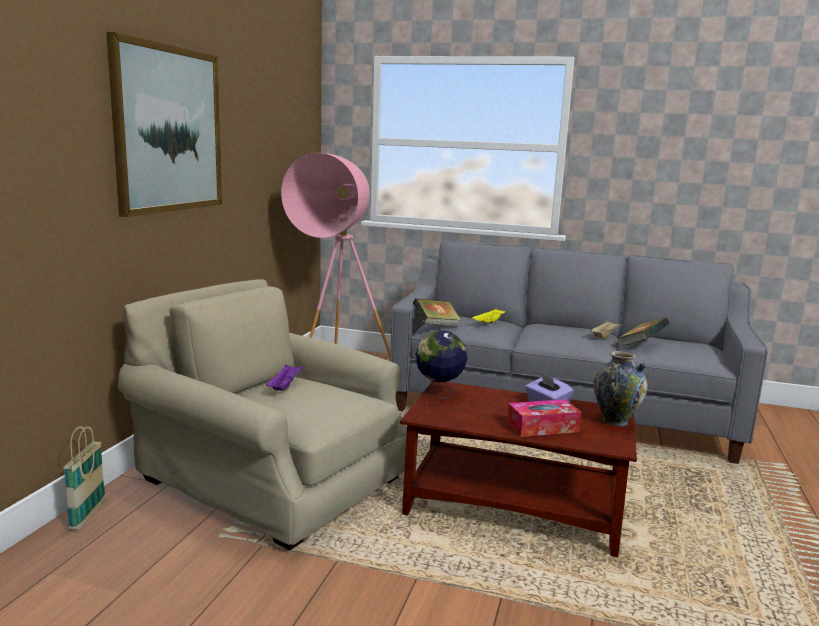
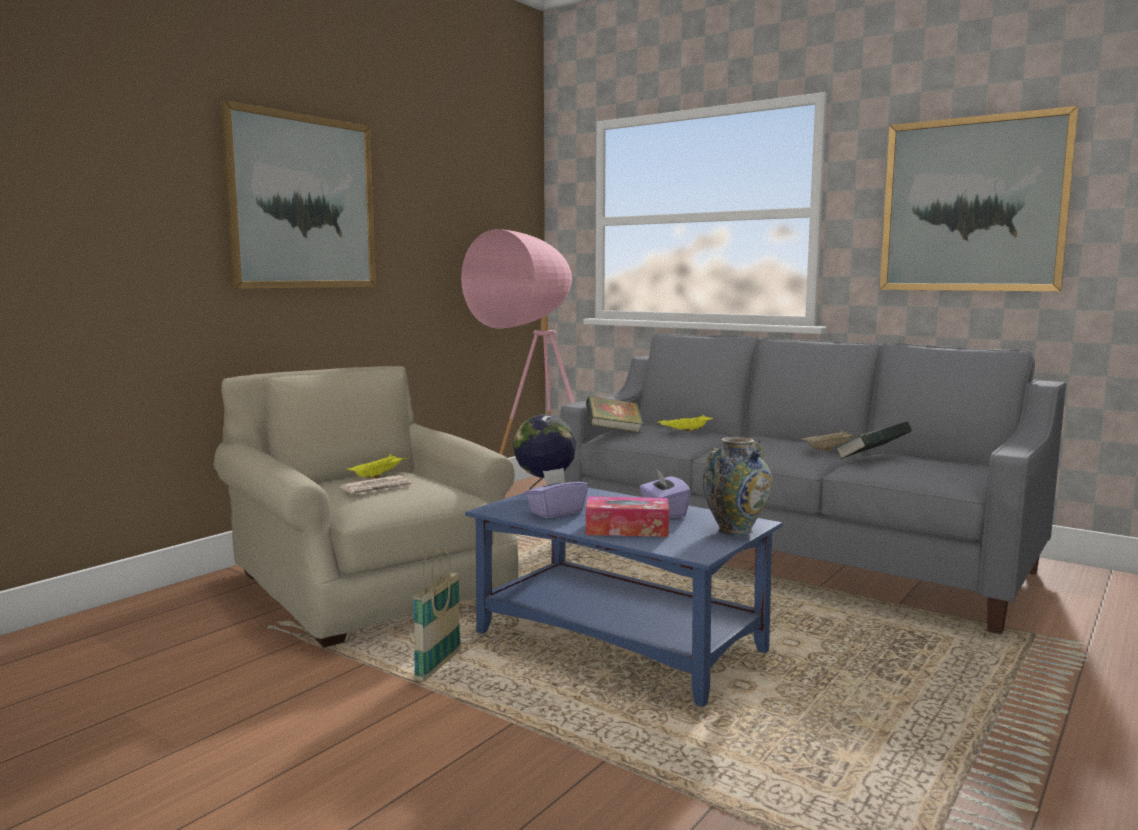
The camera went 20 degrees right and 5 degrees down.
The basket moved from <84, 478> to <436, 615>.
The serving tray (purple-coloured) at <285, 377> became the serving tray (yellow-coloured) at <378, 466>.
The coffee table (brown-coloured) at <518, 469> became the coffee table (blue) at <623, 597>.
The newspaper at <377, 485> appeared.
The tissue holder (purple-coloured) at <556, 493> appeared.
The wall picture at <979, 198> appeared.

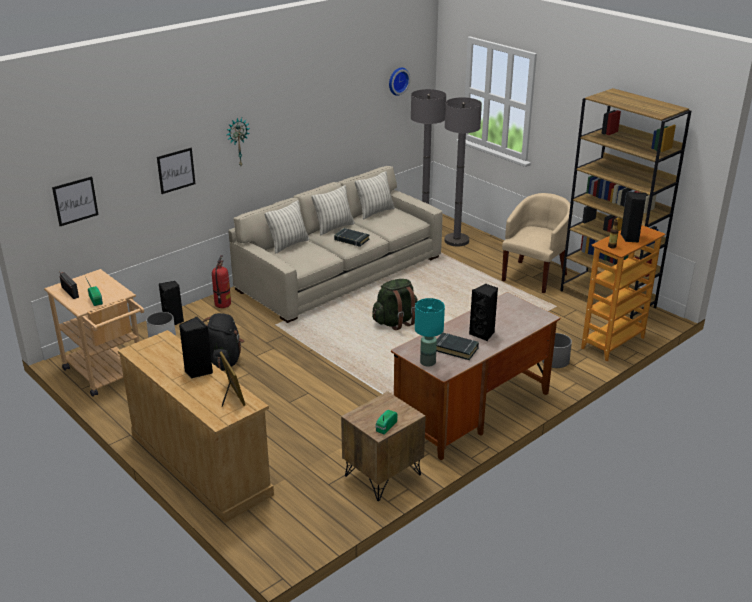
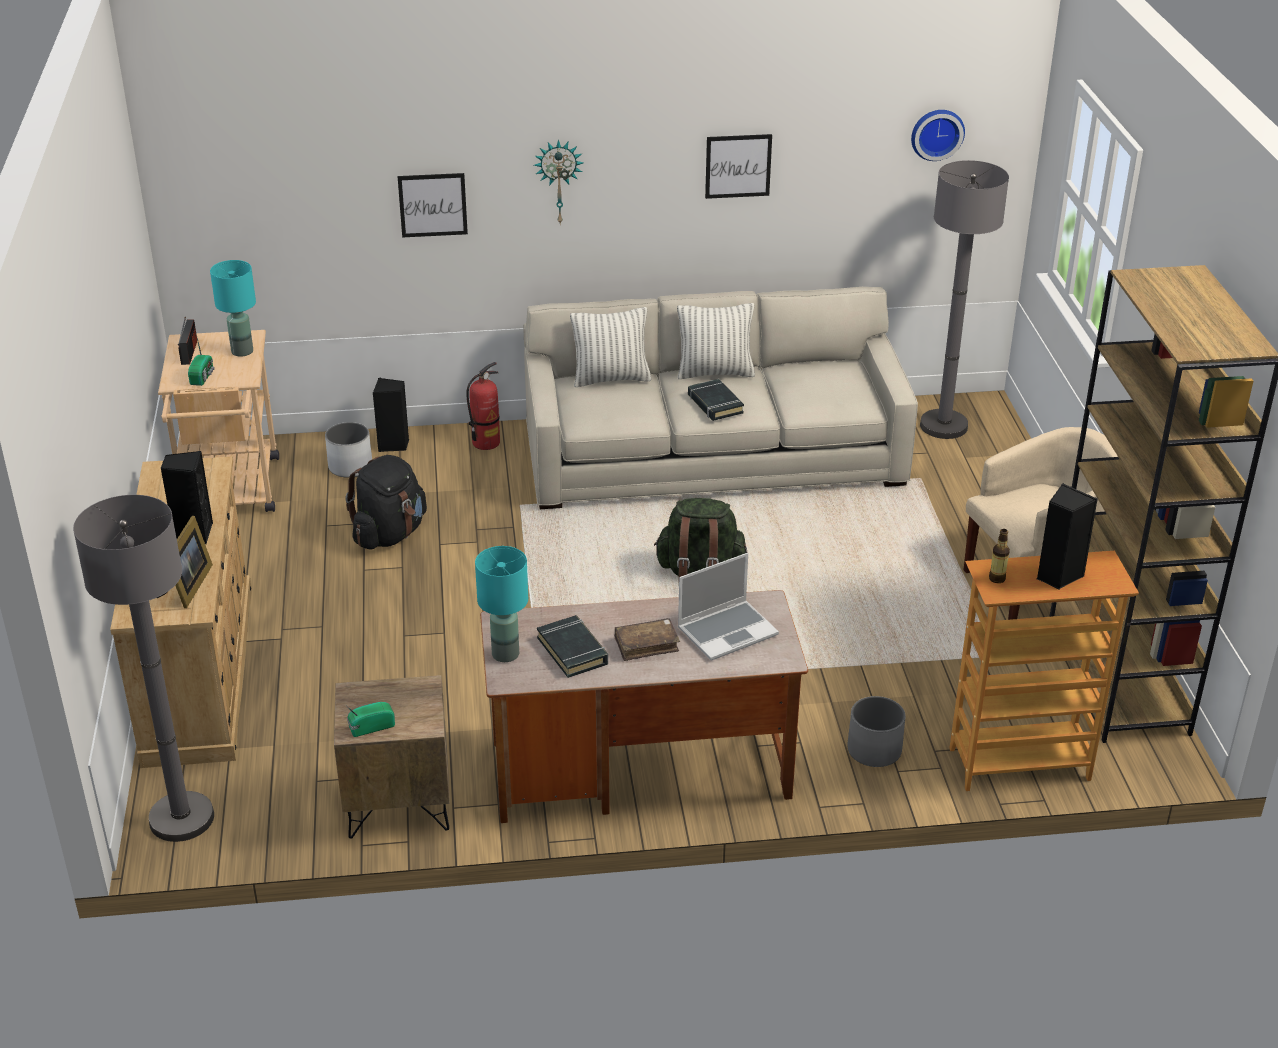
The camera went 35 degrees right and 5 degrees up.
The wall picture moved from <75, 201> to <738, 166>.
The throw pillow at <375, 195> disappeared.
The standing lamp (greyish) moved from <463, 171> to <143, 668>.
The speaker (blackish) at <483, 313> was replaced by the bound book (brown-coloured) at <647, 639>.
The tabletop lamp (blue-green) at <233, 308> appeared.
The laptop at <728, 607> appeared.

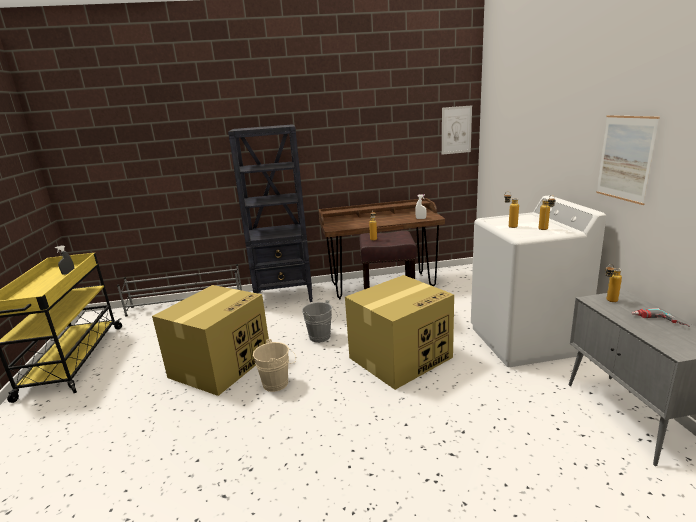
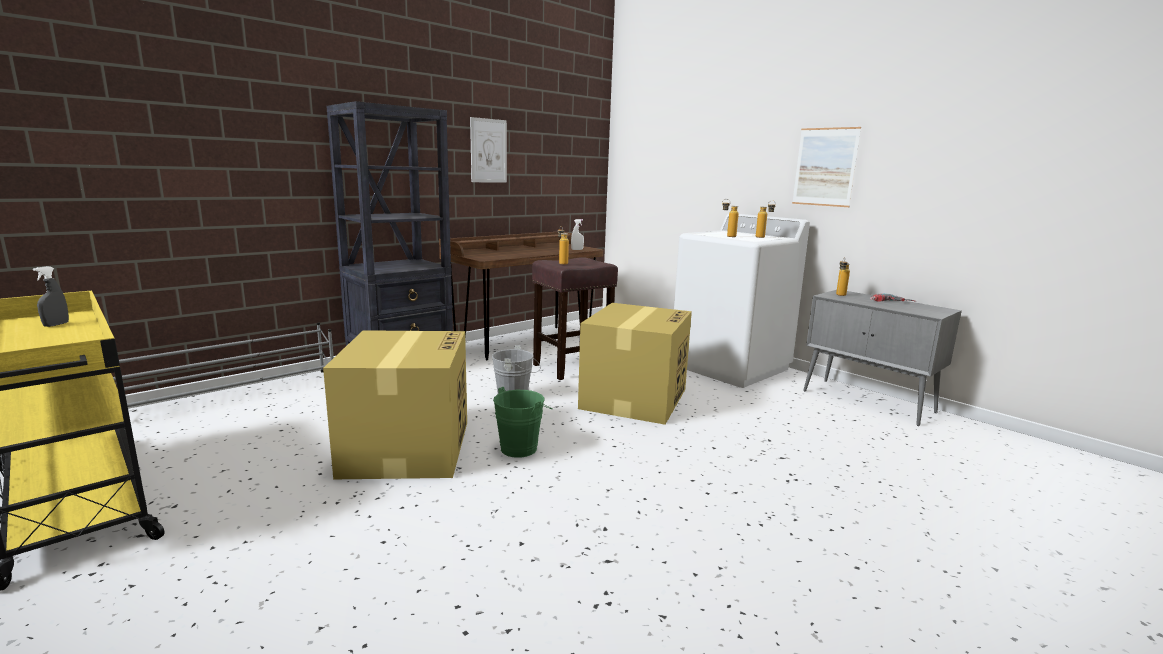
The camera went 35 degrees left and 5 degrees down.
The pail (sand-coloured) at <274, 365> became the pail (green-coloured) at <522, 422>.
The wall picture moved from <457, 130> to <488, 150>.

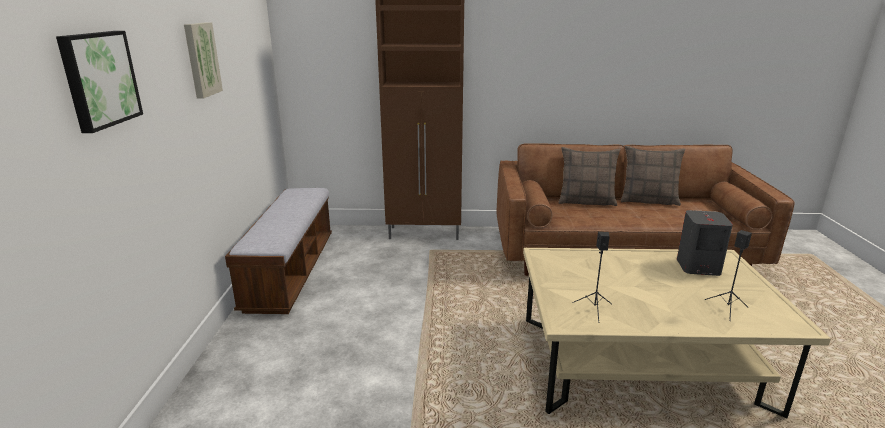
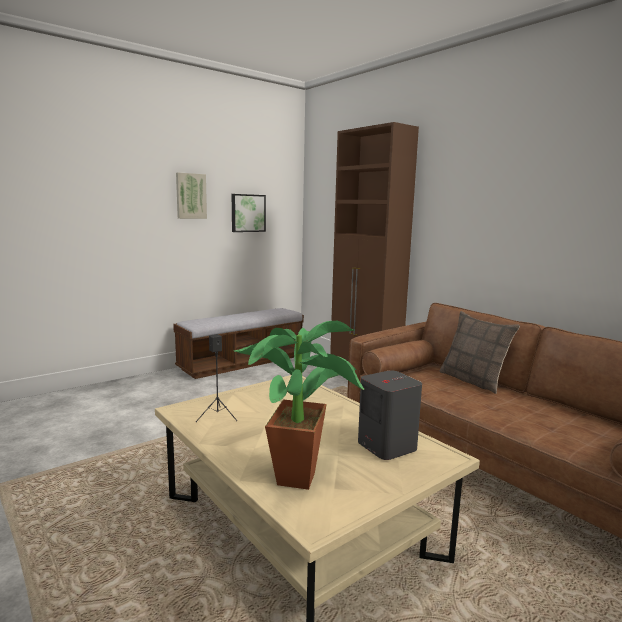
The camera went 50 degrees right and 10 degrees down.
The wall picture moved from <99, 82> to <249, 213>.
The throw pillow at <652, 176> disappeared.
The speaker (blackish) at <728, 275> was replaced by the plant in a pot at <299, 405>.

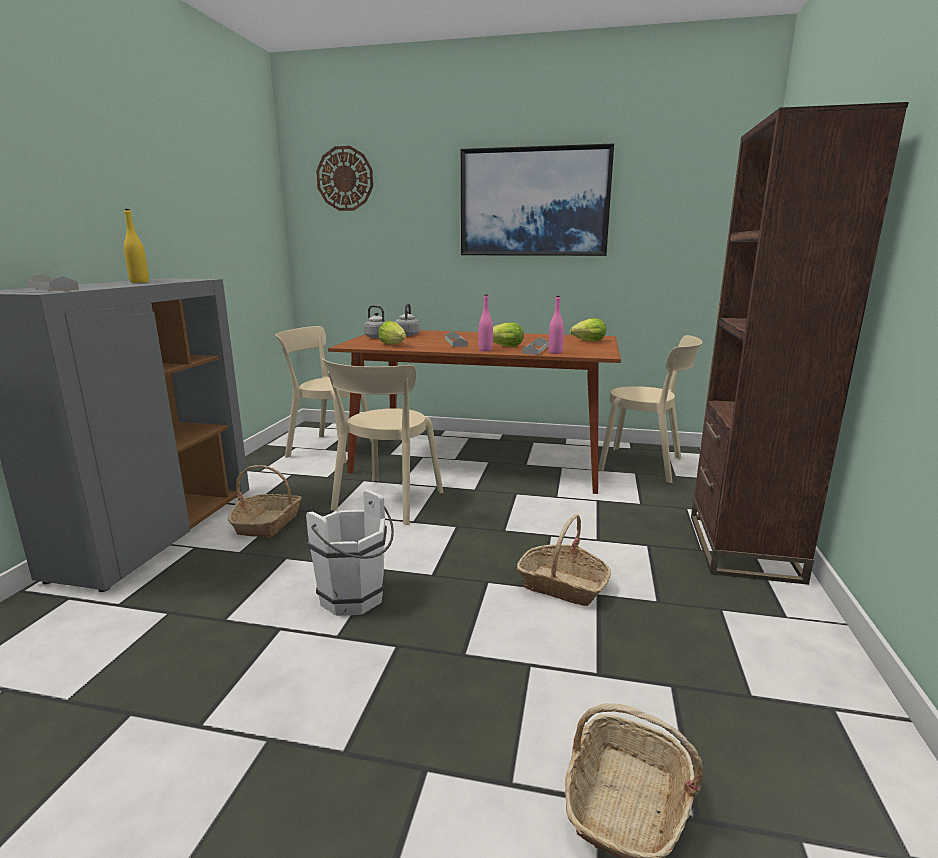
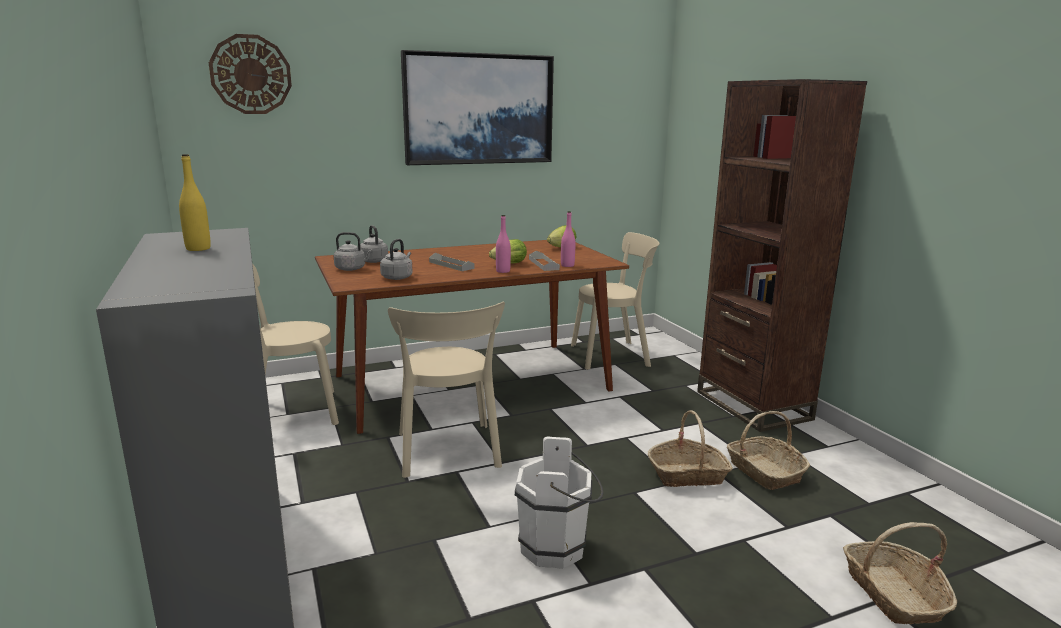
The camera went 35 degrees left and 0 degrees up.
The serving tray (greyish) at <53, 282> disappeared.
The basket moved from <265, 501> to <768, 450>.
The lettuce head at <392, 333> was replaced by the water kettle (greyish) at <396, 259>.

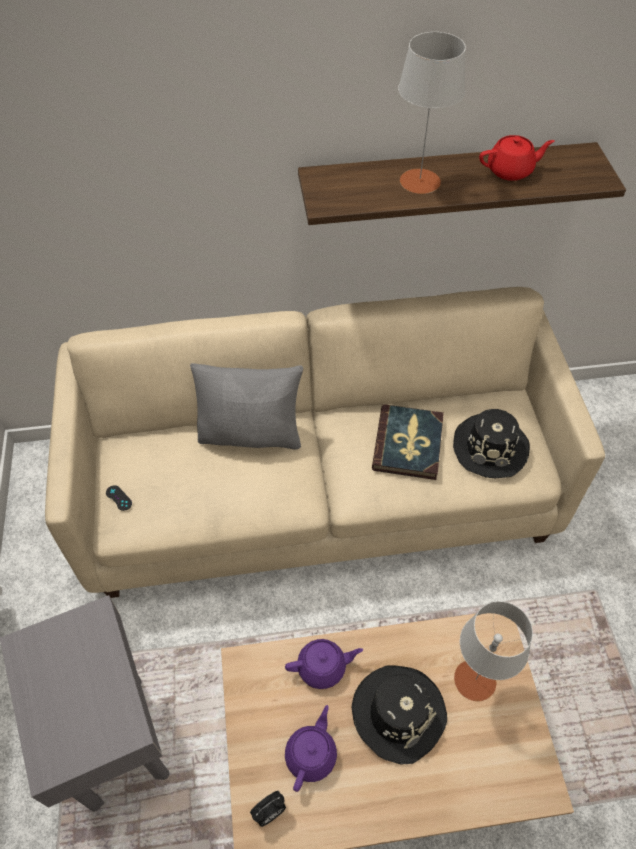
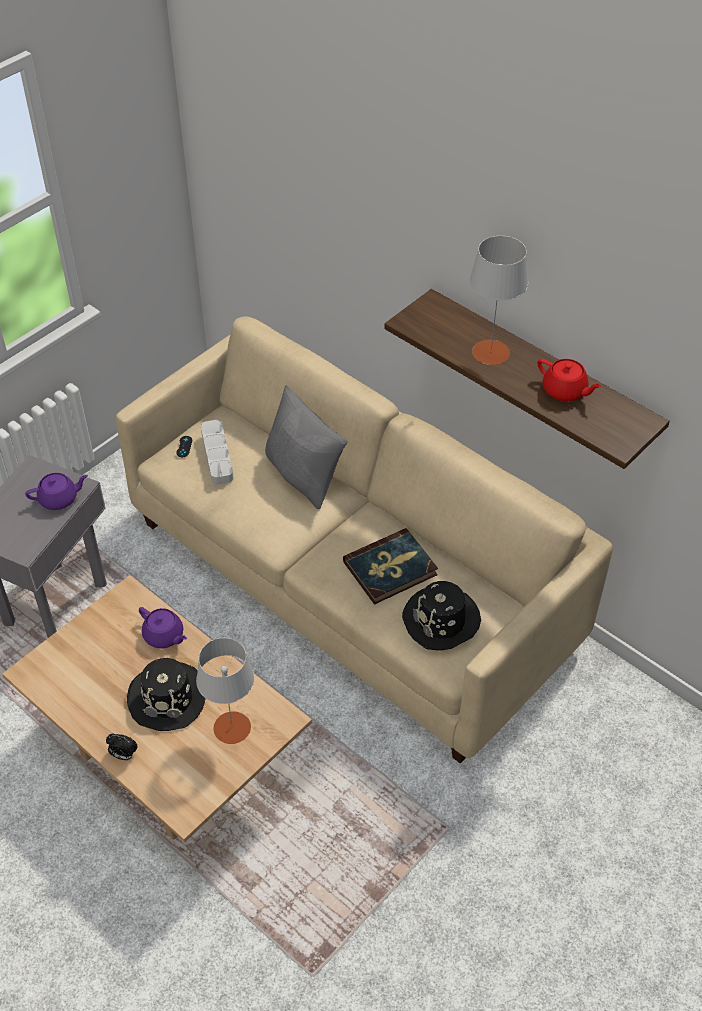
The camera went 50 degrees right and 5 degrees down.
The bedside clock moved from <268, 809> to <122, 747>.
The tea pot (purple-coloured) moved from <311, 748> to <56, 491>.
The serving tray (greyish) at <217, 452> appeared.

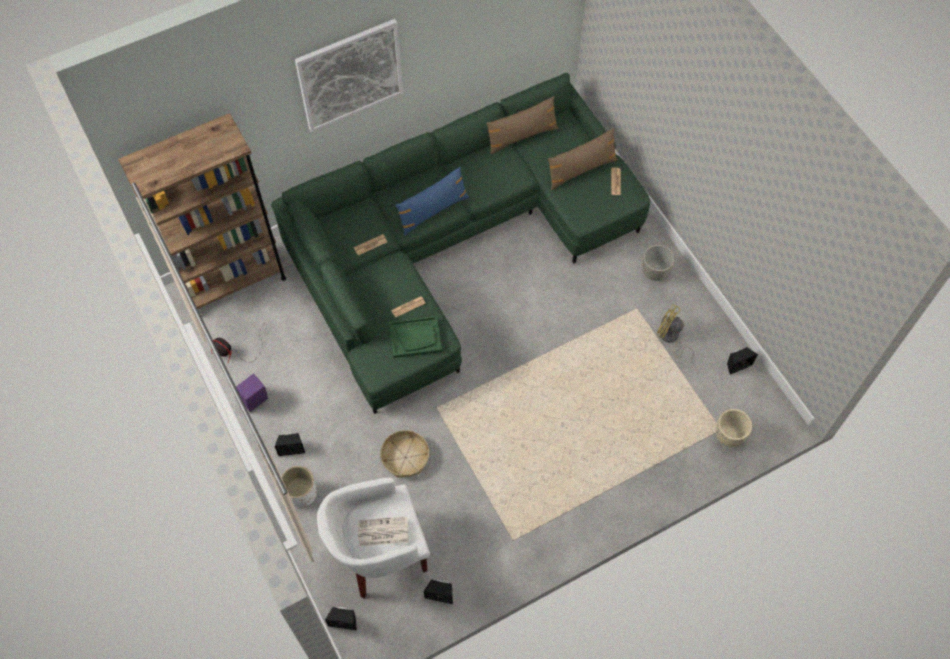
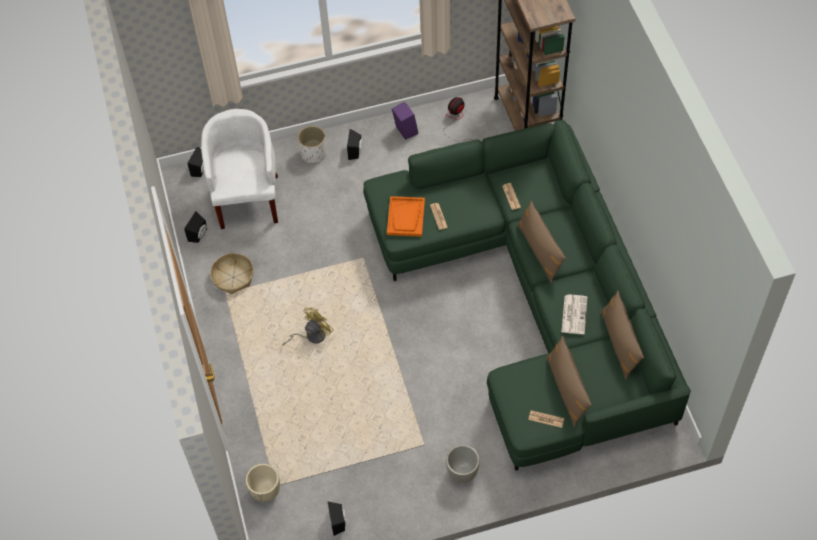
The camera went 105 degrees right and 5 degrees down.
The wall picture at <349, 75> disappeared.
The newspaper moved from <383, 531> to <574, 314>.
The basket moved from <404, 454> to <232, 273>.
The serving tray (green-coloured) at <415, 337> became the serving tray (orangey) at <406, 216>.
The throw pillow (blue) at <432, 201> became the throw pillow (brown-coloured) at <541, 242>.
The electric fan (yellow-coloured) moved from <675, 333> to <308, 326>.

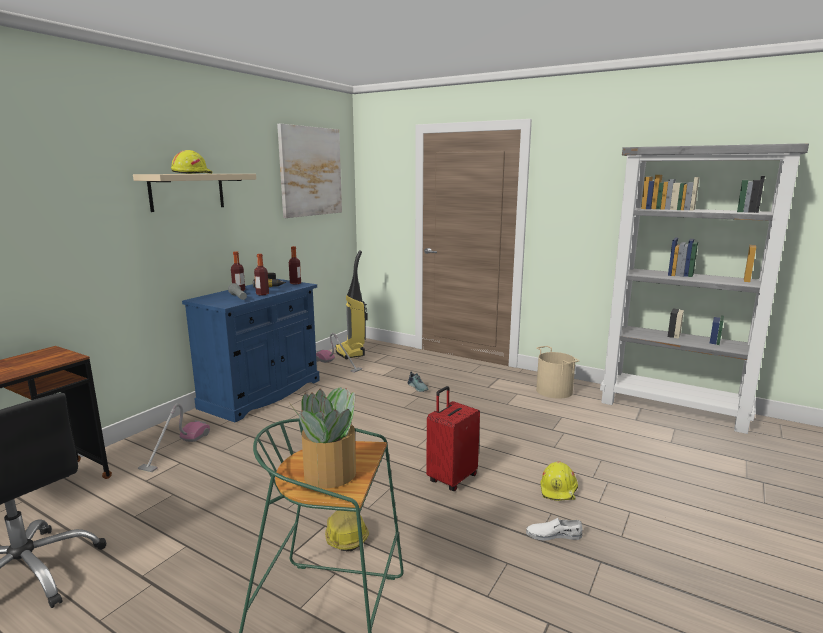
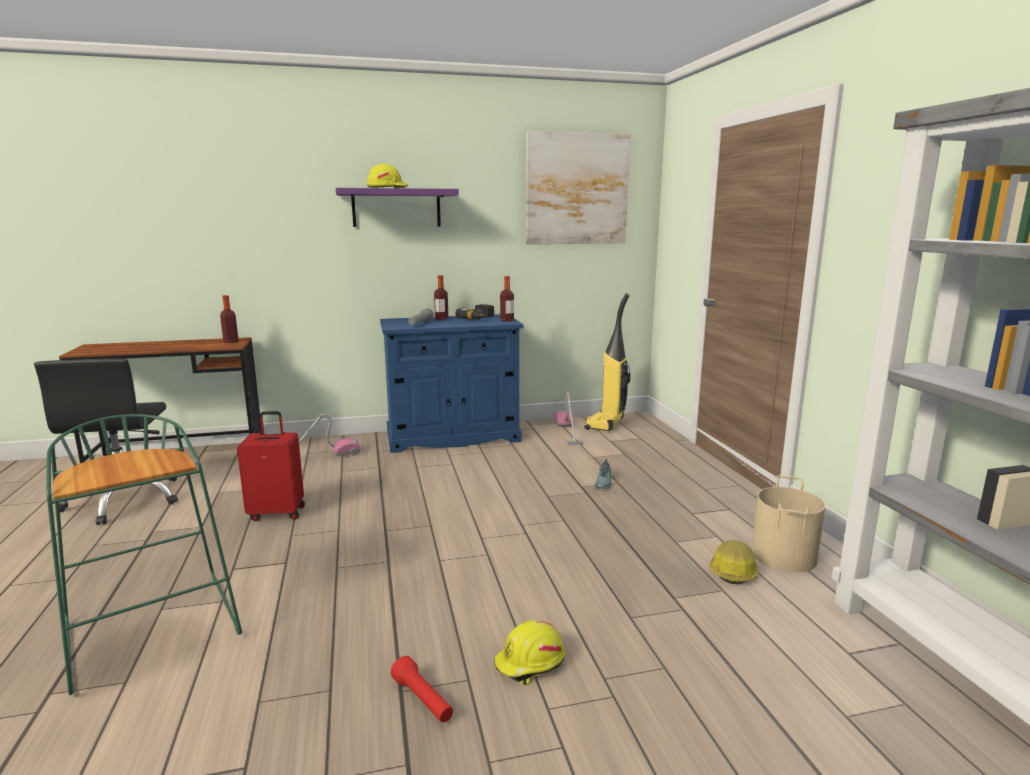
The camera went 45 degrees right and 0 degrees up.
The wall shelf (sand-coloured) at <194, 193> became the wall shelf (purple-coloured) at <397, 207>.
The bottle moved from <261, 275> to <229, 319>.
The plant in a pot at <323, 437> disappeared.
The work helmet moved from <347, 530> to <734, 562>.
The piece of luggage (reddish) moved from <453, 438> to <271, 466>.
The item of footwear (whitish) at <554, 529> was replaced by the flashlight (reddish) at <422, 689>.

